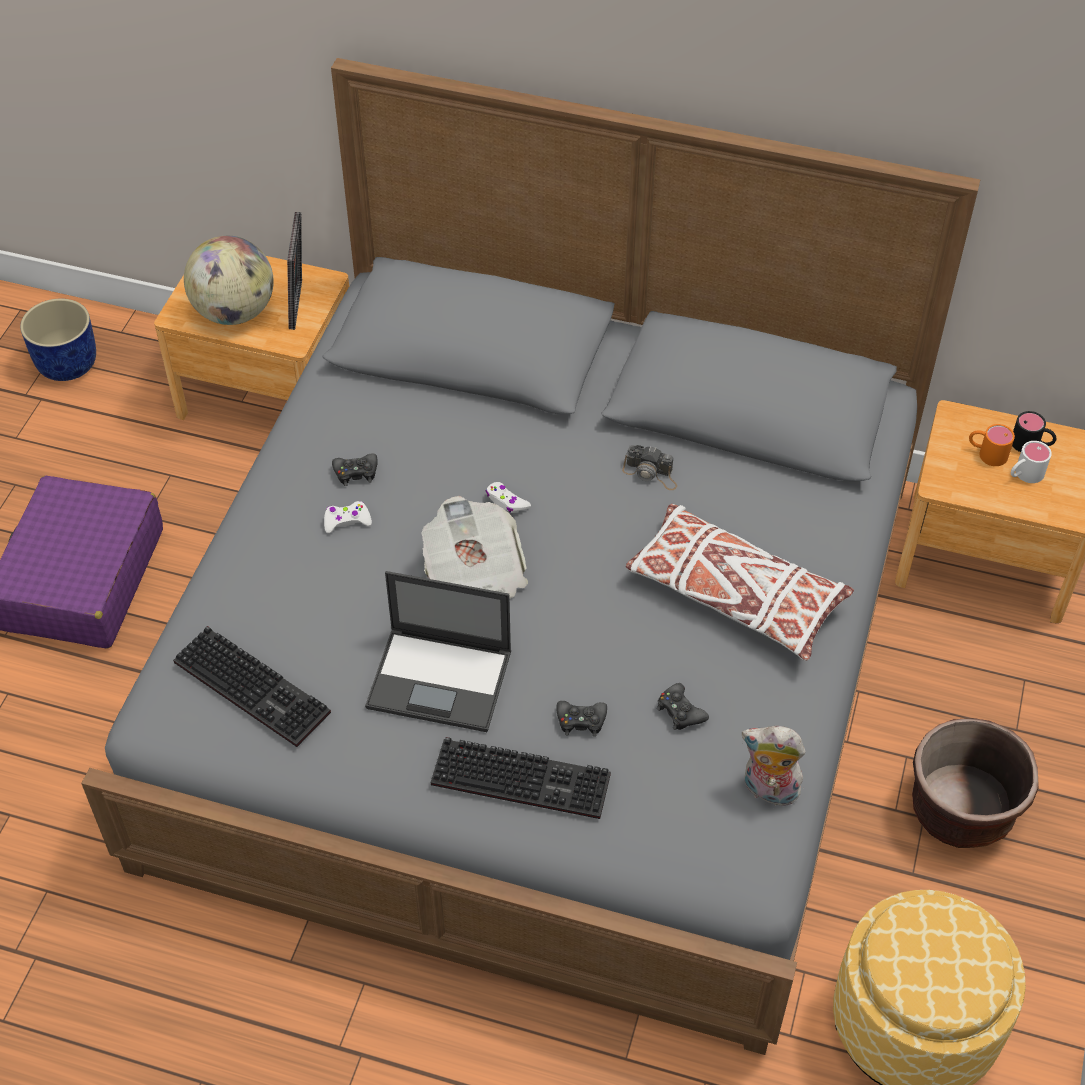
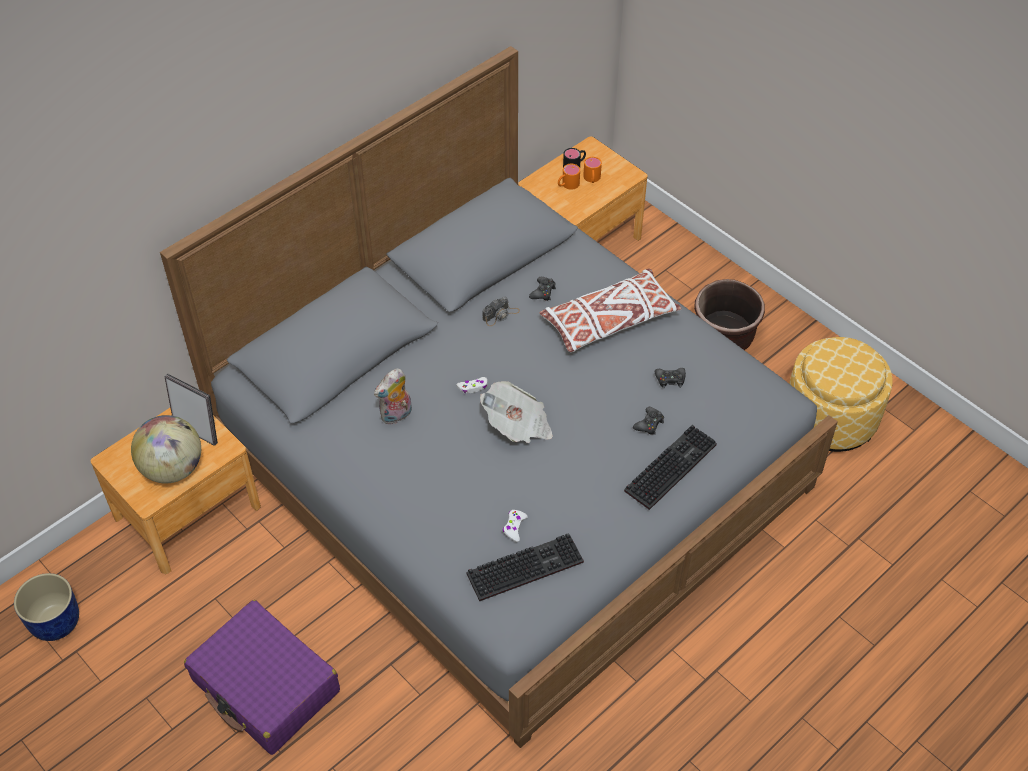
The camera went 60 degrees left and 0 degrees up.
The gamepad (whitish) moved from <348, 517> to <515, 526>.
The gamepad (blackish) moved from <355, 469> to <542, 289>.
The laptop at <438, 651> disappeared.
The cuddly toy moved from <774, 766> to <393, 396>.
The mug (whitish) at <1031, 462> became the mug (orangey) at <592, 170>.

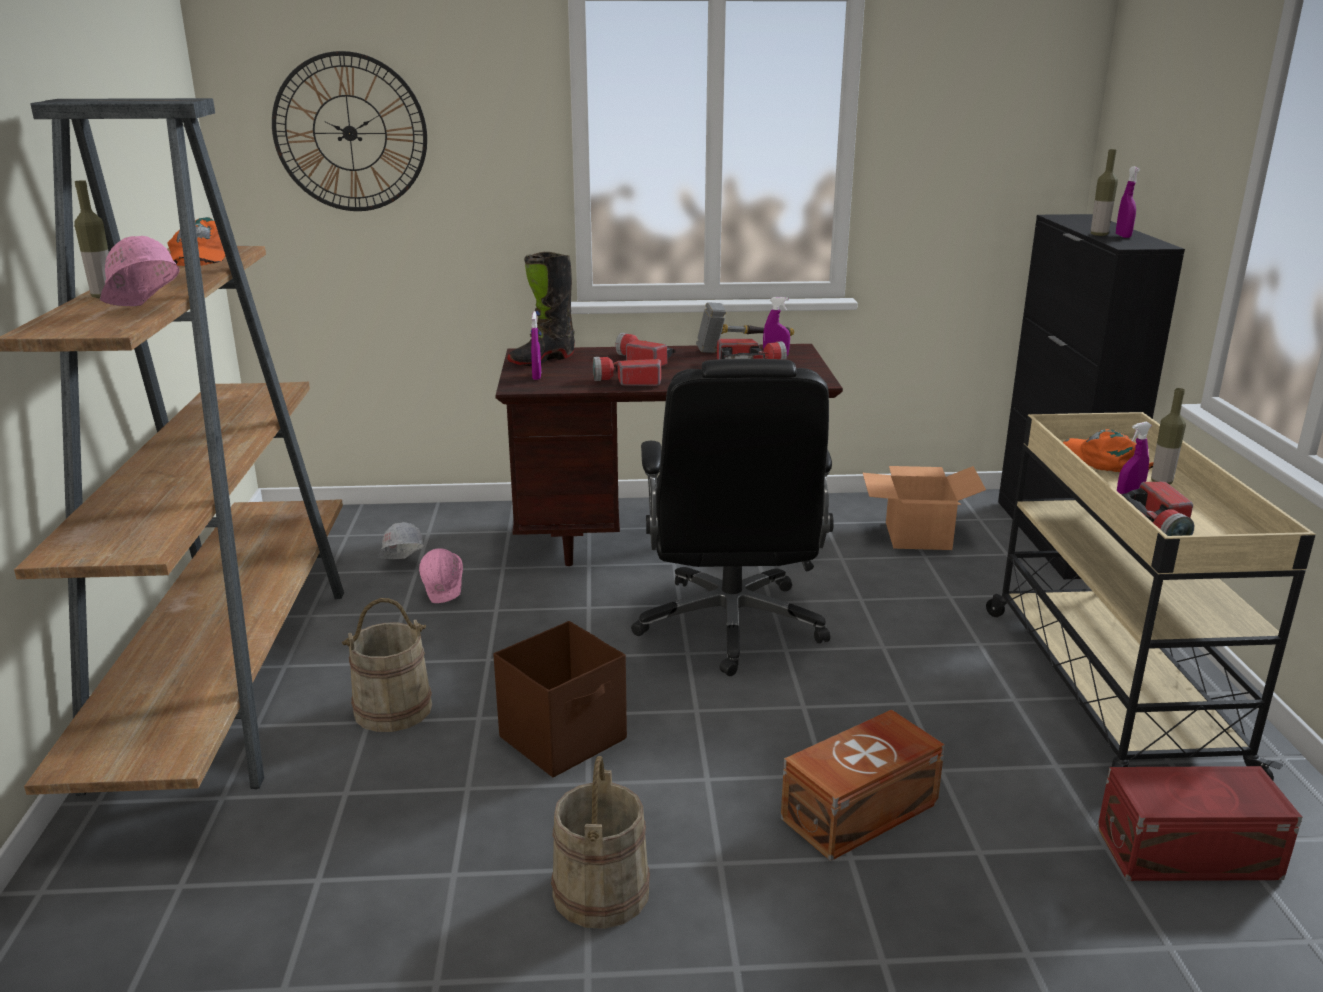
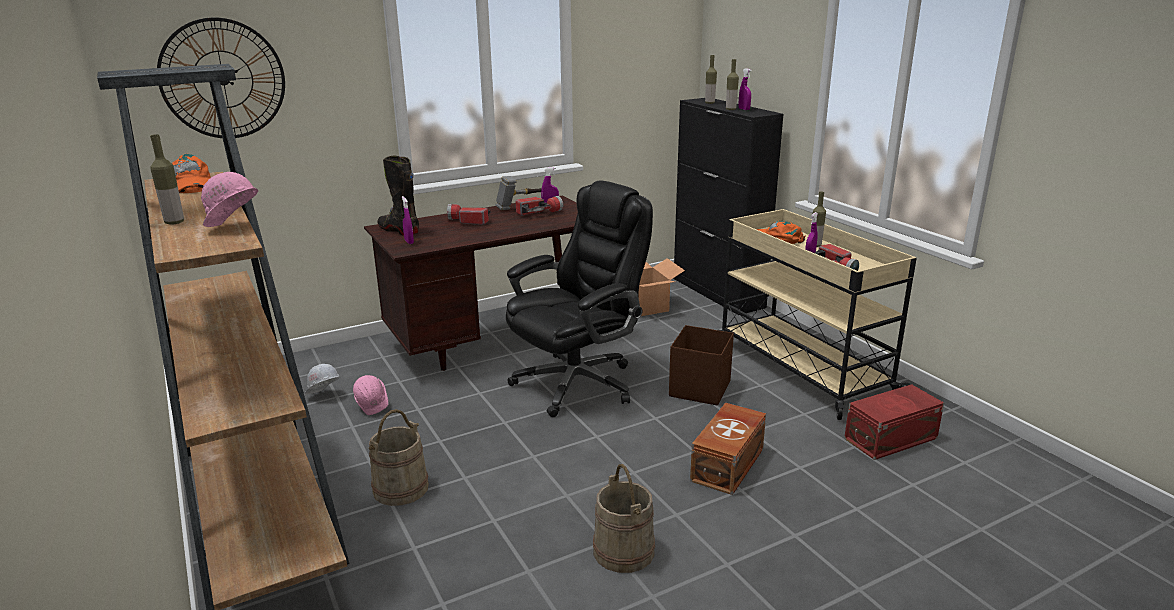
The camera went 25 degrees left and 0 degrees up.
The storage container (brown-coloured) moved from <560, 699> to <701, 365>.
The boot (blackish) at <541, 309> turned 105 degrees clockwise.
The flashlight at <627, 371> disappeared.
The computer chair (blackish) at <732, 517> turned 105 degrees counterclockwise.
The bottle at <711, 79> appeared.

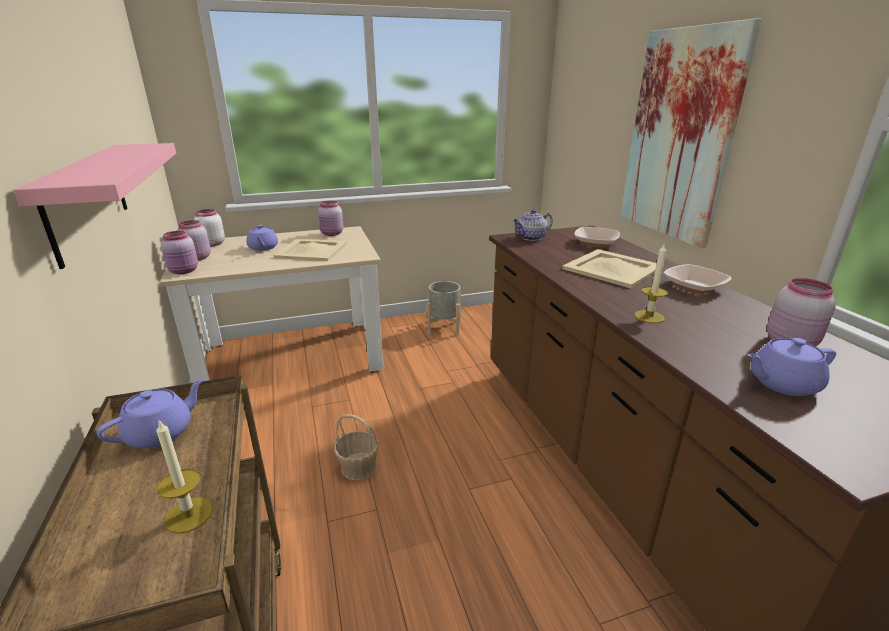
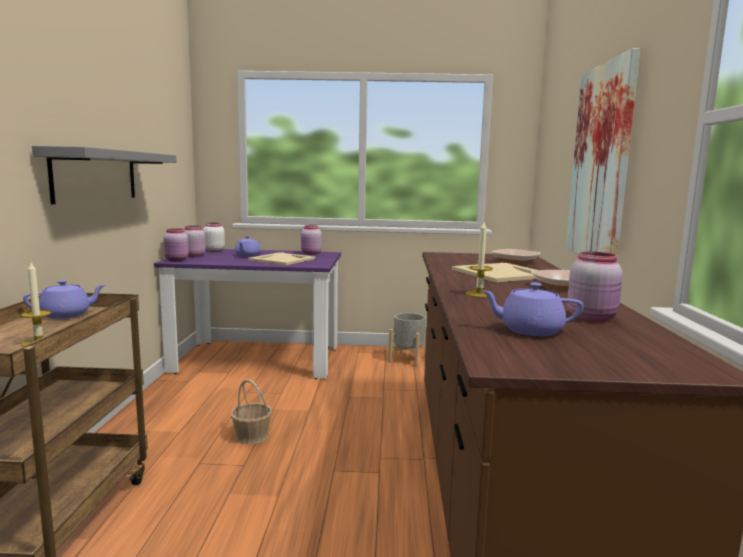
The camera went 20 degrees right and 15 degrees down.
The wall shelf (pink-coloured) at <95, 206> became the wall shelf (greyish) at <104, 175>.
The kitchen table (sand-coloured) at <271, 304> became the kitchen table (purple-coloured) at <247, 314>.
The tea pot at <532, 225> disappeared.

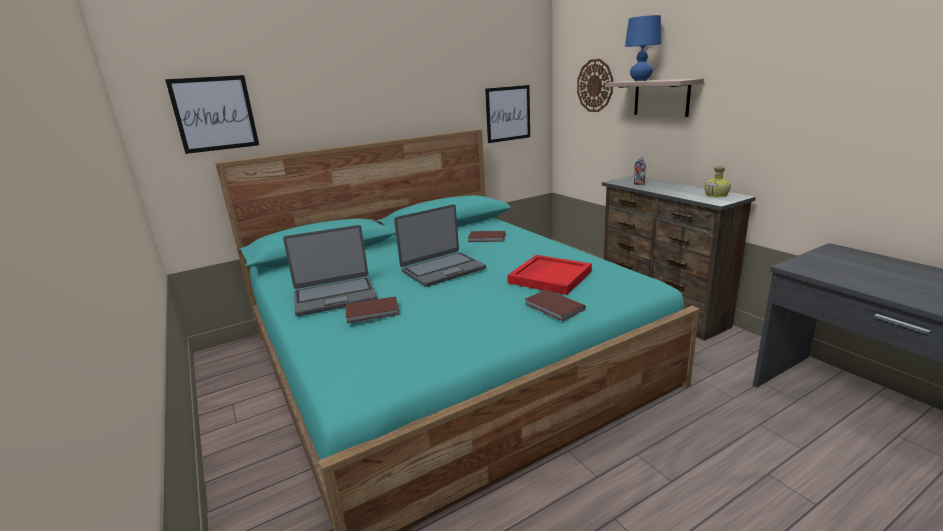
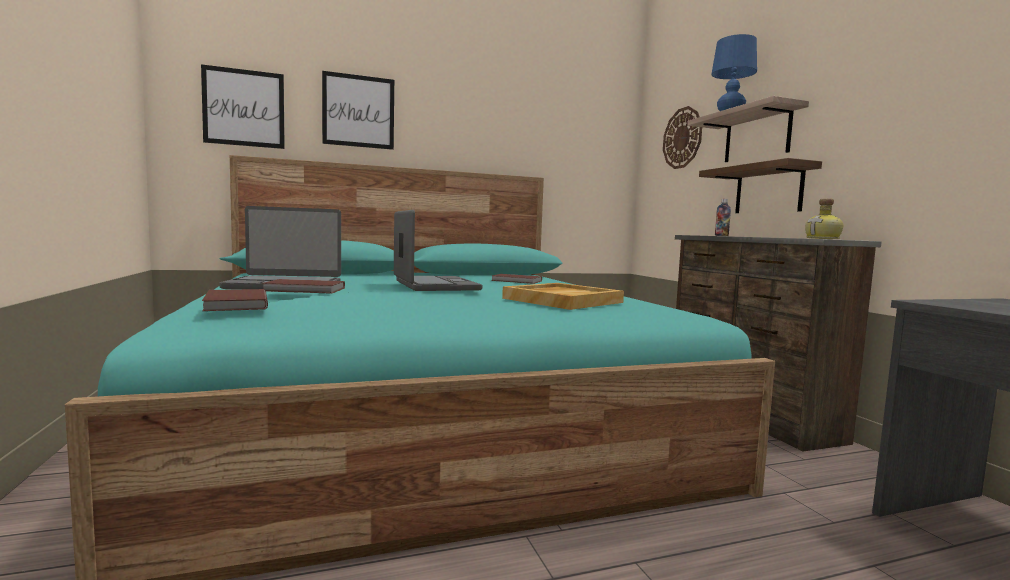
The camera went 10 degrees right and 15 degrees down.
The laptop at <440, 245> turned 90 degrees counterclockwise.
The wall picture moved from <507, 114> to <358, 110>.
The serving tray (reddish) at <549, 275> became the serving tray (sand-coloured) at <563, 296>.
The bound book (brown-coloured) moved from <555, 305> to <235, 300>.
The wall shelf (brown-coloured) at <760, 185> appeared.

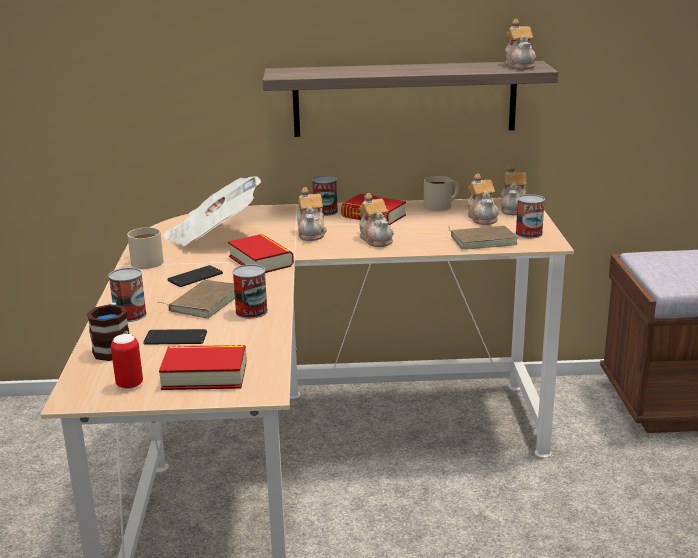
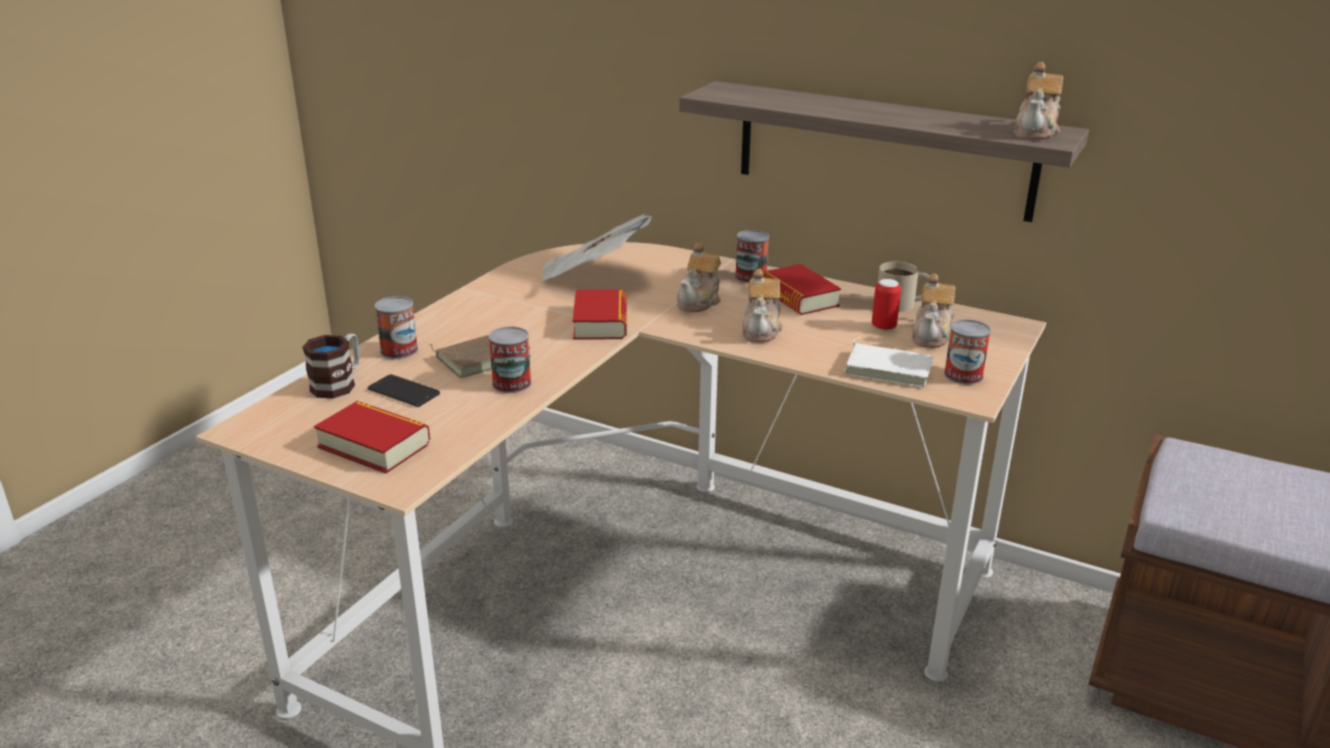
The camera went 30 degrees right and 5 degrees up.
The sealed can moved from <127, 361> to <886, 305>.
The mug (sand-coloured) at <145, 248> disappeared.
The phone at <195, 276> disappeared.
The bound book (brown-coloured) at <483, 238> became the bound book (whitish) at <888, 362>.
The tea pot at <514, 190> disappeared.

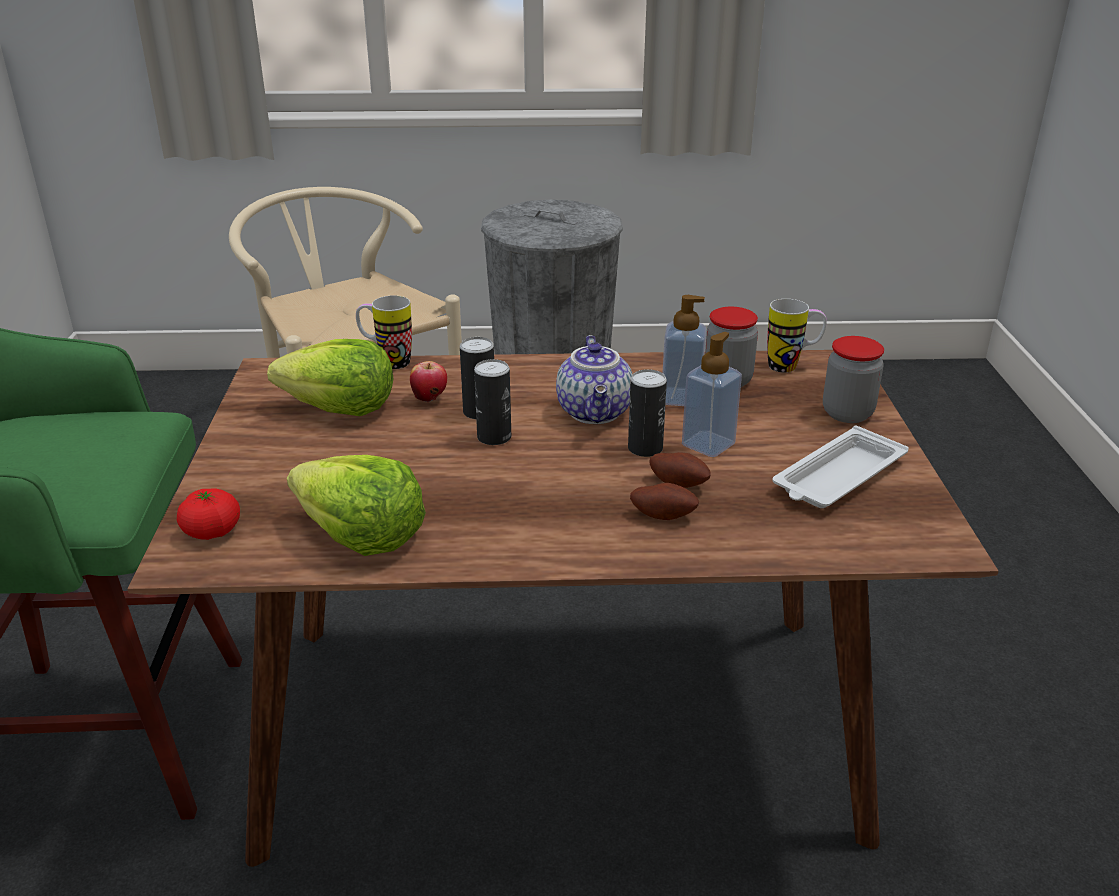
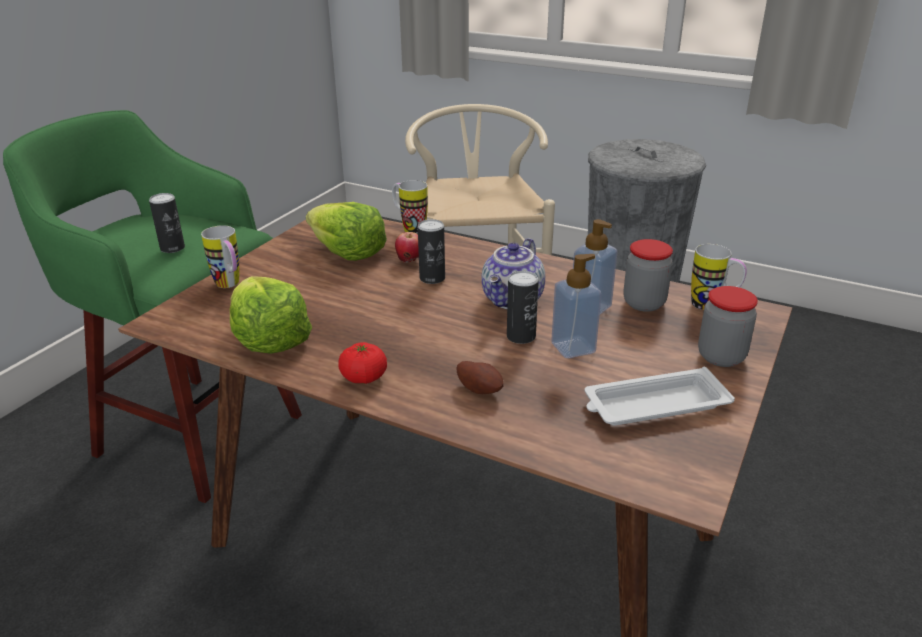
The camera went 30 degrees right and 0 degrees up.
The fresh tomato moved from <208, 514> to <362, 363>.
The sealed can moved from <492, 402> to <167, 223>.
The spud at <680, 470> disappeared.
The mug at <220, 256> appeared.

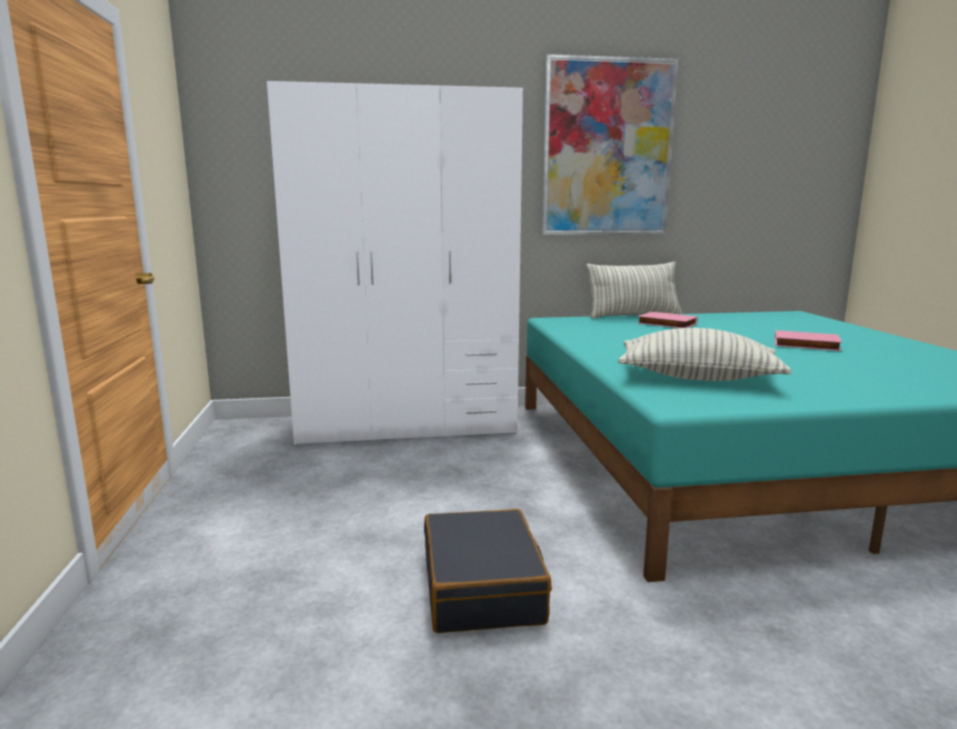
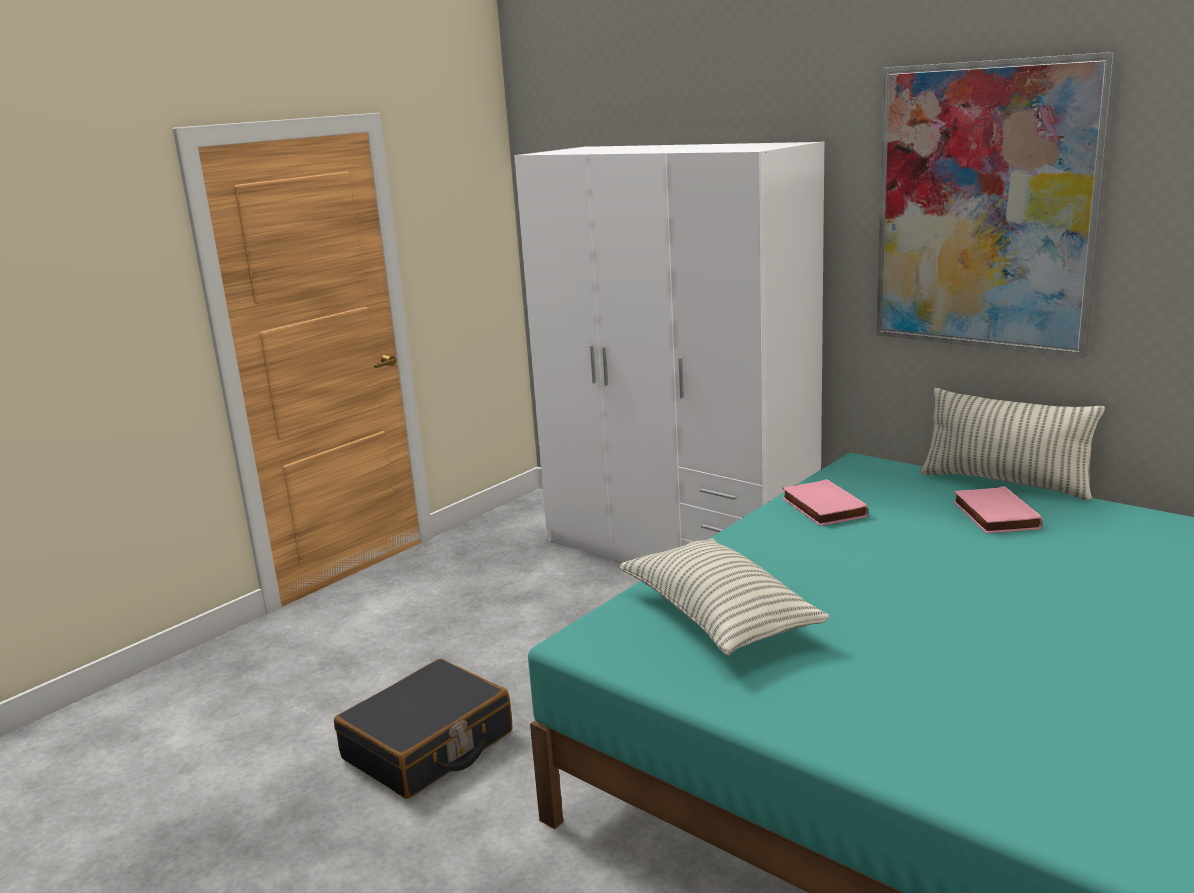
The camera went 50 degrees right and 5 degrees up.
The bound book (pink-coloured) moved from <808, 340> to <825, 502>.

